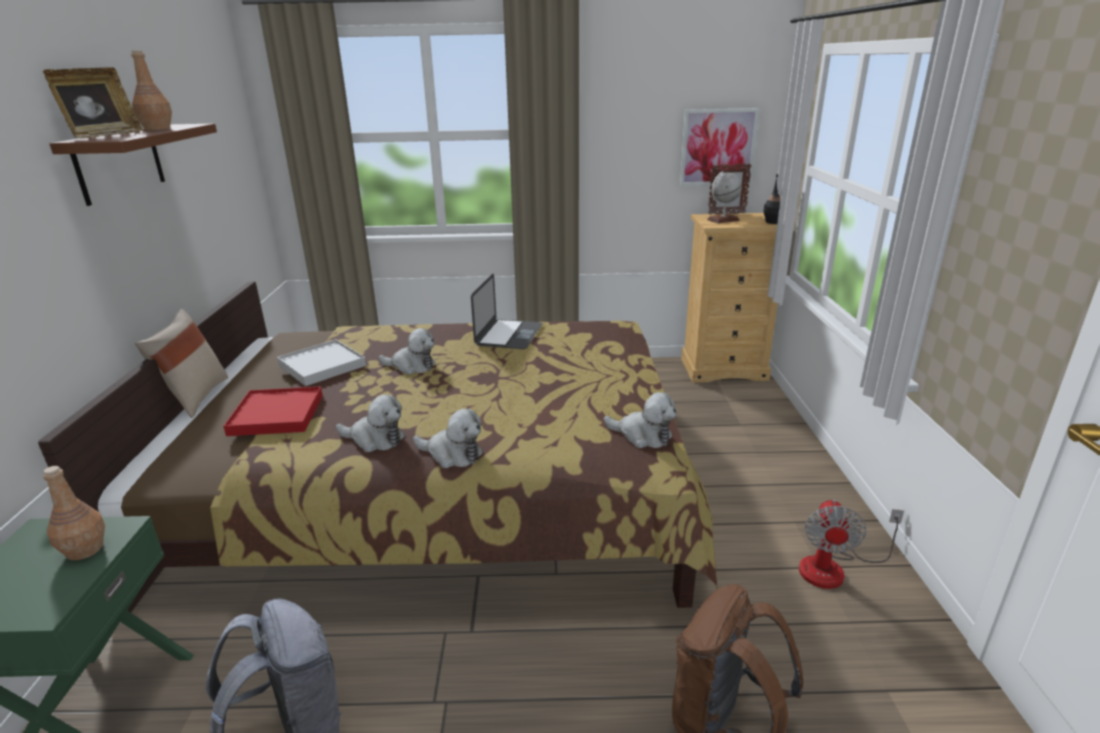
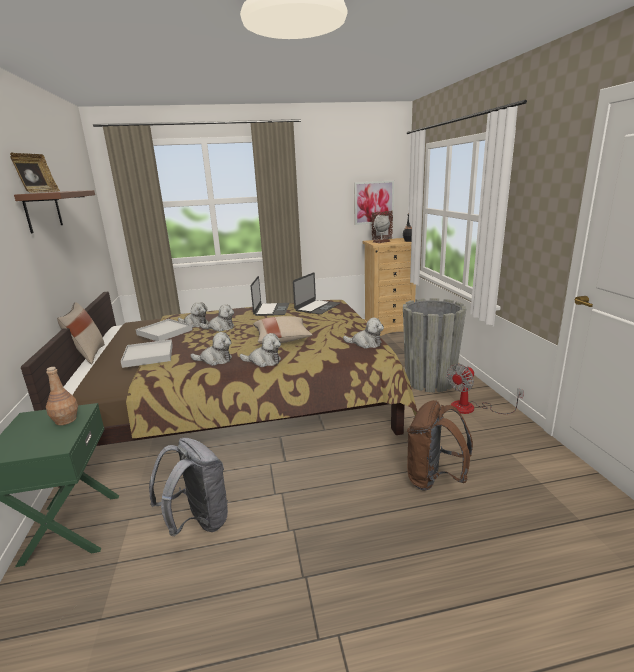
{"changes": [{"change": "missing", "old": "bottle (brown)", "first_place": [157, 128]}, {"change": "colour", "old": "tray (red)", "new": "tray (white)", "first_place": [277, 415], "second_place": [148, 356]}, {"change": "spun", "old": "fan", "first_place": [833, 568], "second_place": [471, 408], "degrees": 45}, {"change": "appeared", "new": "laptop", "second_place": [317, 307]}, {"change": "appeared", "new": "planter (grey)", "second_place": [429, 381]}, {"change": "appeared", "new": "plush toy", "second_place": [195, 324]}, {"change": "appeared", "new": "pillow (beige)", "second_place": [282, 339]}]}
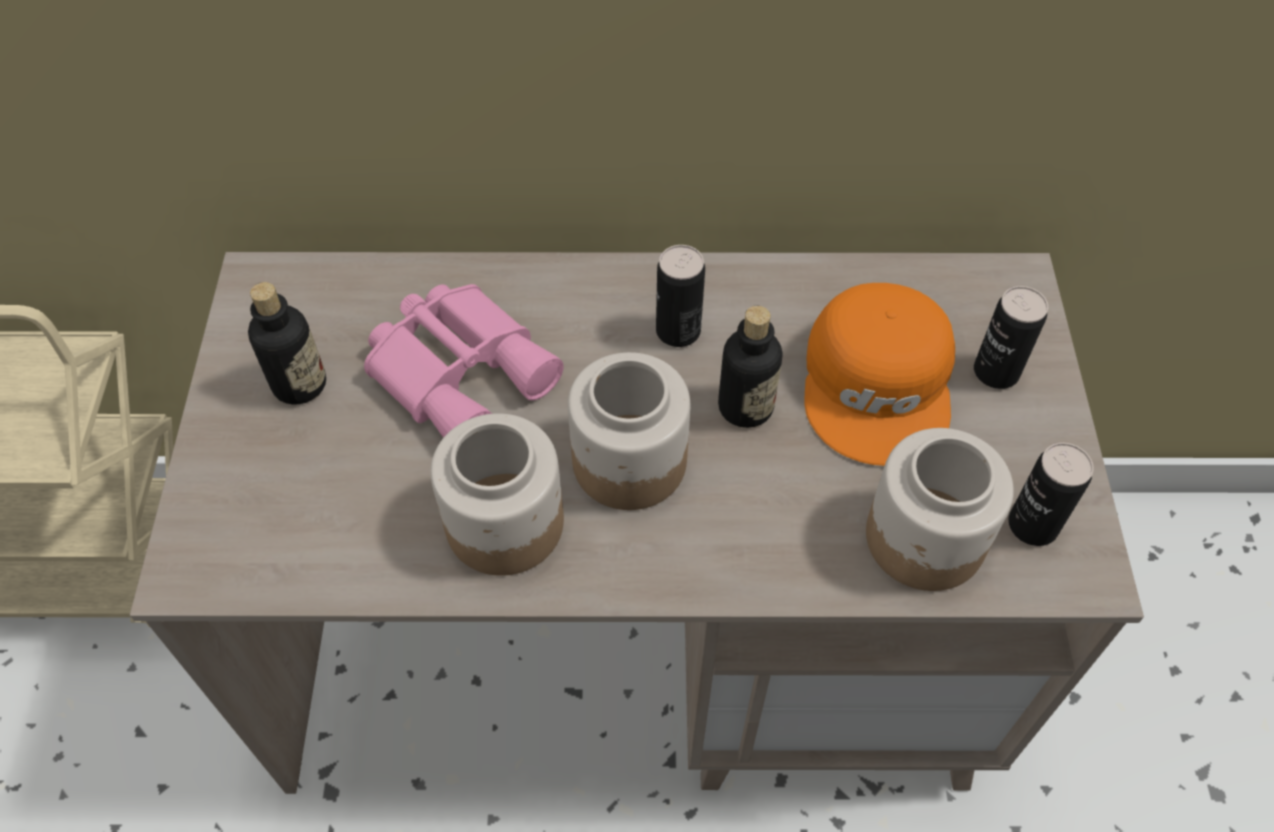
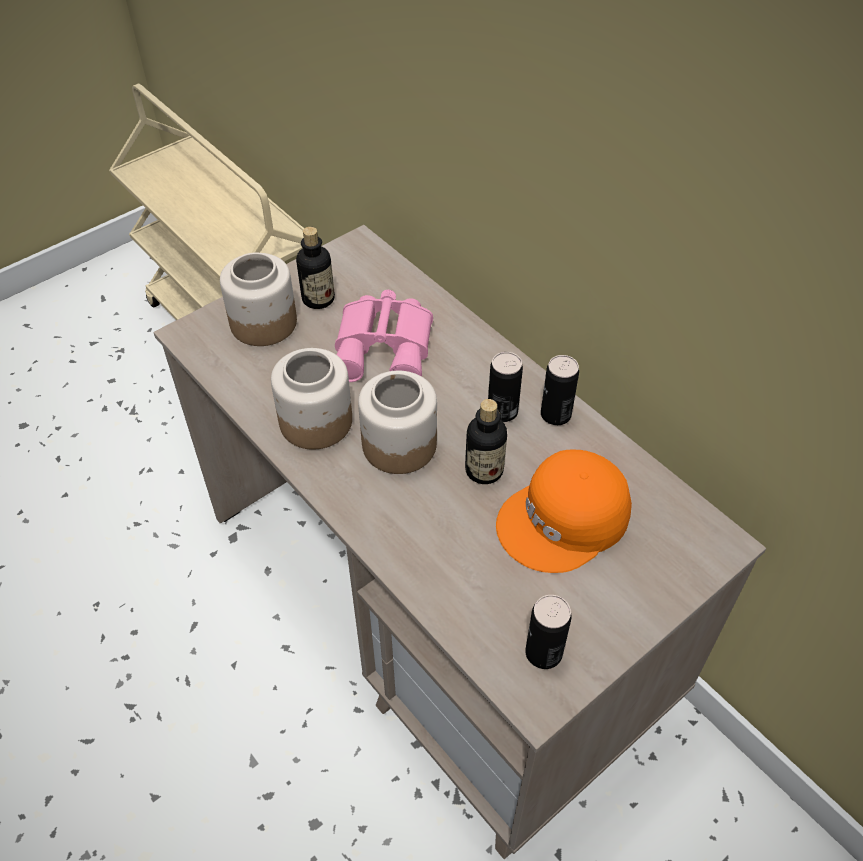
{"changes": [{"change": "relocated", "old": "can", "first_place": [996, 372], "second_place": [555, 414]}, {"change": "relocated", "old": "jar", "first_place": [925, 539], "second_place": [263, 323]}]}
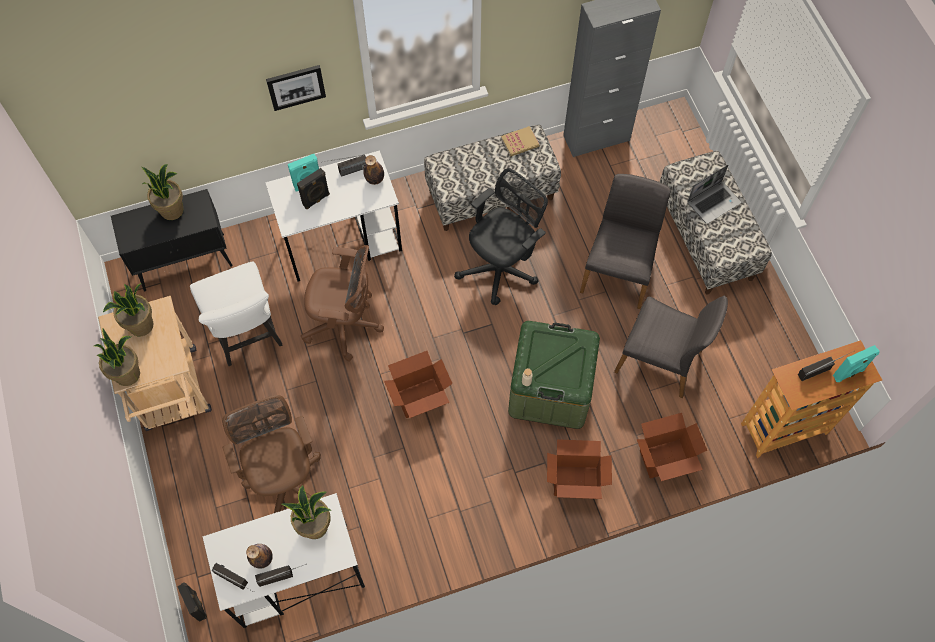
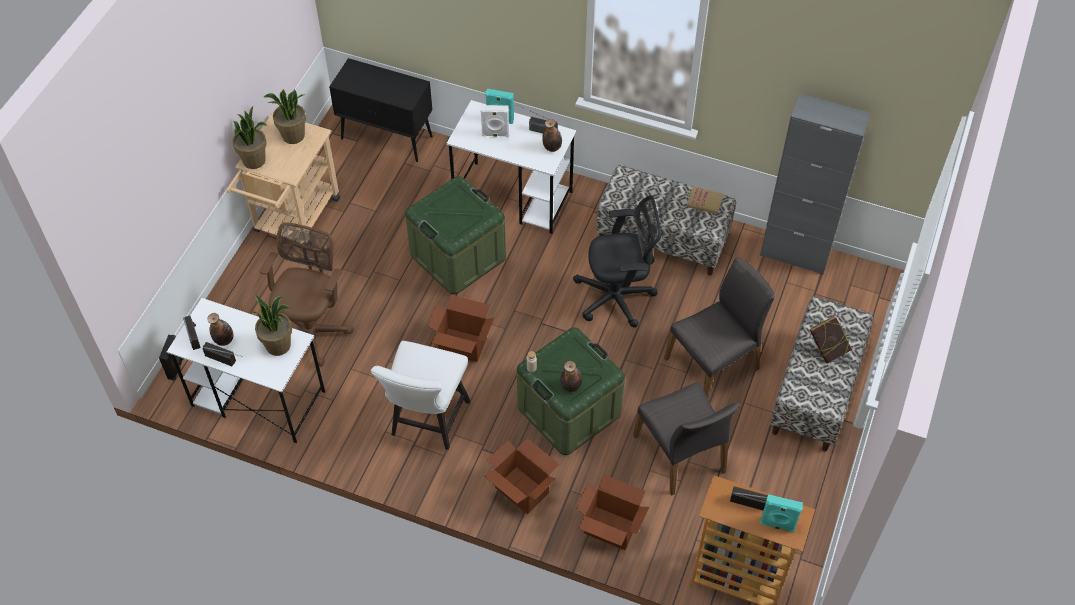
{"changes": [{"change": "missing", "old": "picture", "first_place": [296, 86]}, {"change": "missing", "old": "potted plant", "first_place": [172, 210]}, {"change": "exchanged", "old": "laptop", "new": "book", "first_place": [713, 202], "second_place": [827, 350]}, {"change": "colour", "old": "speaker (black)", "new": "speaker (white)", "first_place": [316, 200], "second_place": [495, 134]}, {"change": "exchanged", "old": "office chair (brown)", "new": "storage box (green)", "first_place": [345, 325], "second_place": [458, 256]}, {"change": "relocated", "old": "chair (white)", "first_place": [248, 337], "second_place": [427, 423]}, {"change": "appeared", "new": "bottle", "second_place": [571, 386]}]}
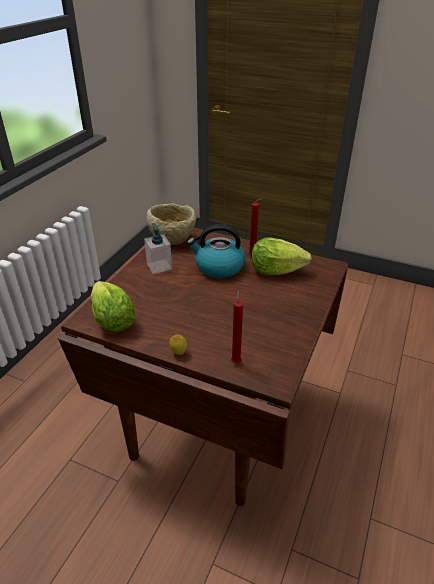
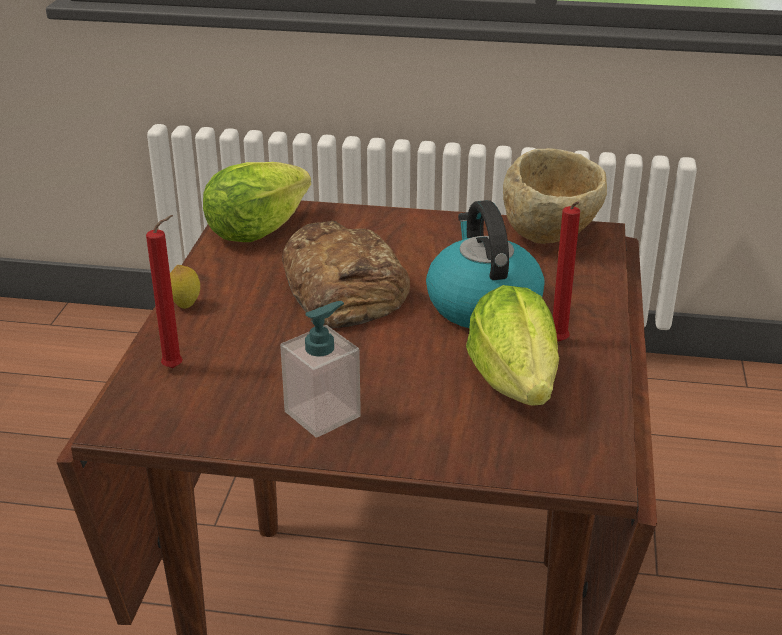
{"changes": [{"change": "relocated", "old": "soap dispenser", "first_place": [159, 266], "second_place": [323, 414]}, {"change": "appeared", "new": "bread", "second_place": [343, 289]}]}
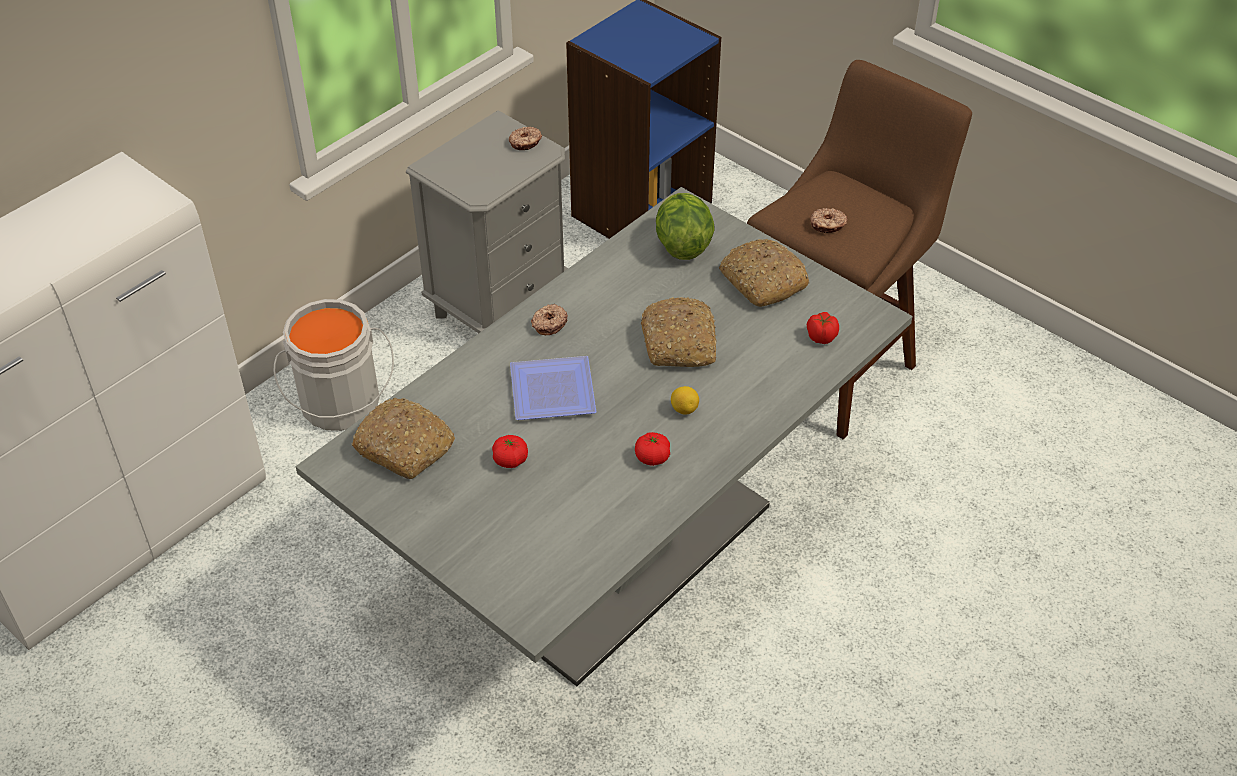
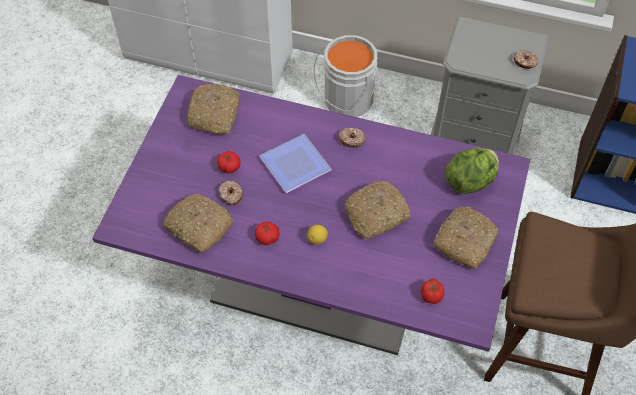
{"changes": [{"change": "colour", "old": "dining table (grey)", "new": "dining table (purple)", "first_place": [618, 549], "second_place": [317, 283]}, {"change": "relocated", "old": "donut", "first_place": [827, 225], "second_place": [231, 195]}, {"change": "appeared", "new": "bread", "second_place": [198, 227]}]}
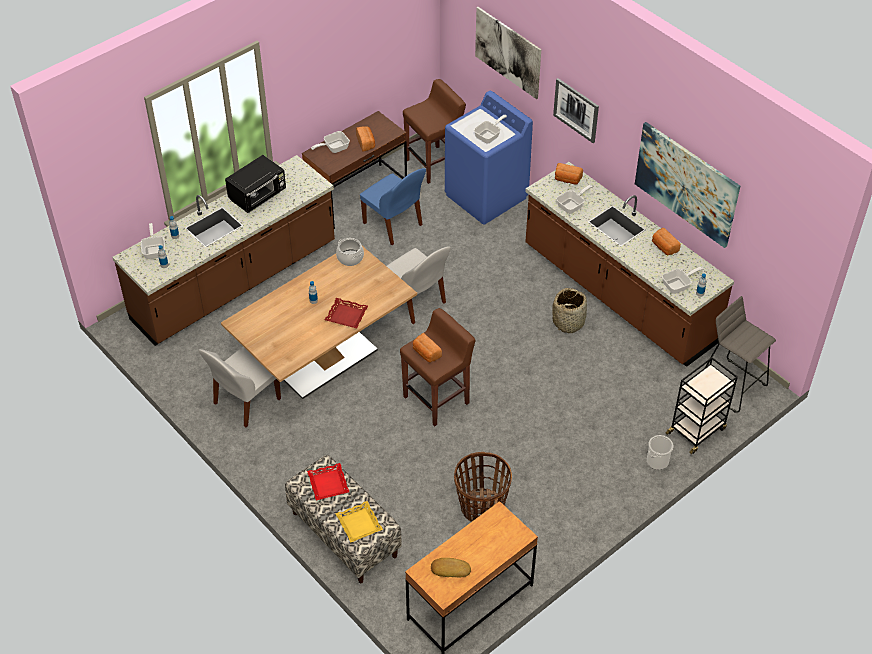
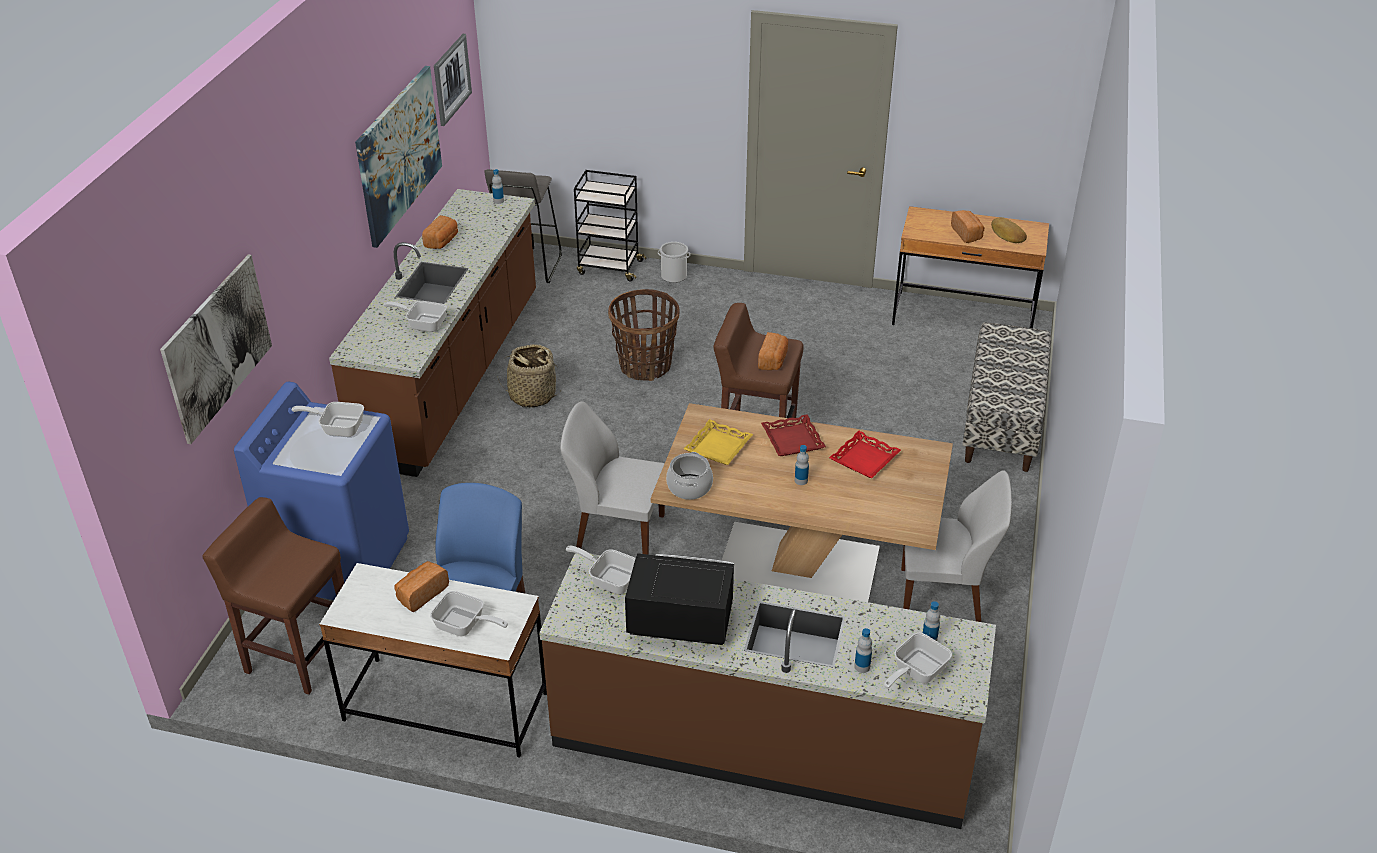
{"changes": [{"change": "relocated", "old": "picture", "first_place": [576, 110], "second_place": [451, 79]}, {"change": "colour", "old": "desk (brown)", "new": "desk (white)", "first_place": [357, 196], "second_place": [445, 707]}, {"change": "relocated", "old": "bread", "first_place": [567, 179], "second_place": [967, 234]}, {"change": "spun", "old": "chair (white)", "first_place": [415, 302], "second_place": [617, 531], "degrees": -90}, {"change": "relocated", "old": "frying pan", "first_place": [678, 285], "second_place": [610, 579]}, {"change": "relocated", "old": "basket", "first_place": [481, 507], "second_place": [645, 366]}, {"change": "relocated", "old": "tray (red)", "first_place": [328, 484], "second_place": [865, 459]}, {"change": "relocated", "old": "tray (yellow)", "first_place": [359, 524], "second_place": [718, 446]}]}
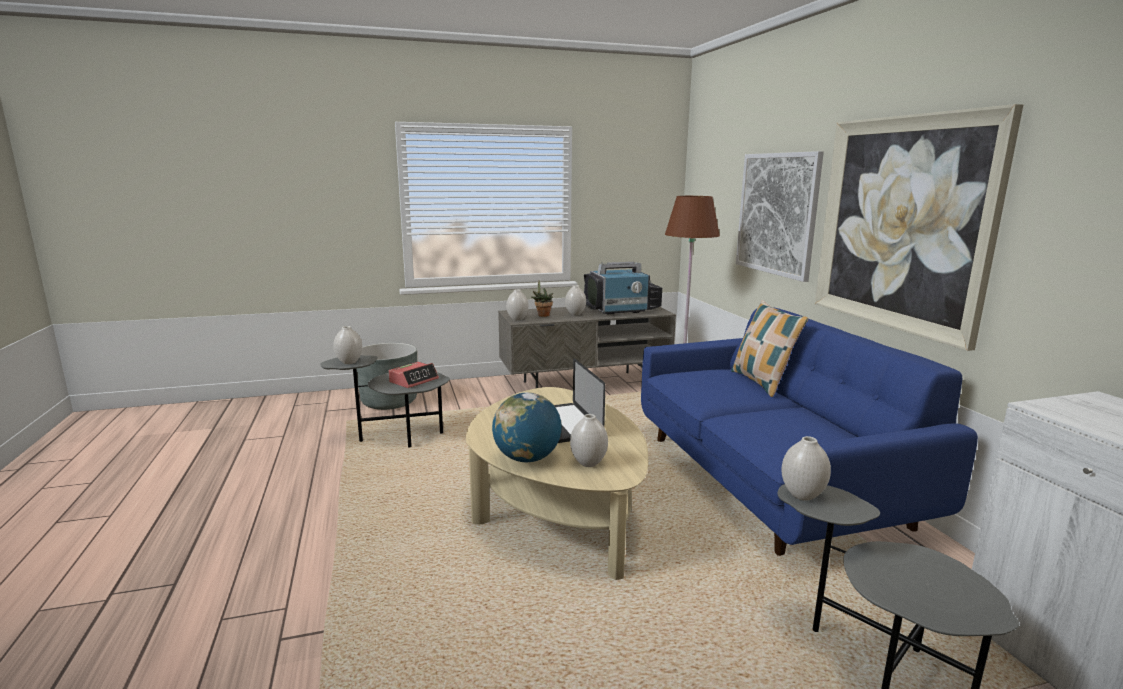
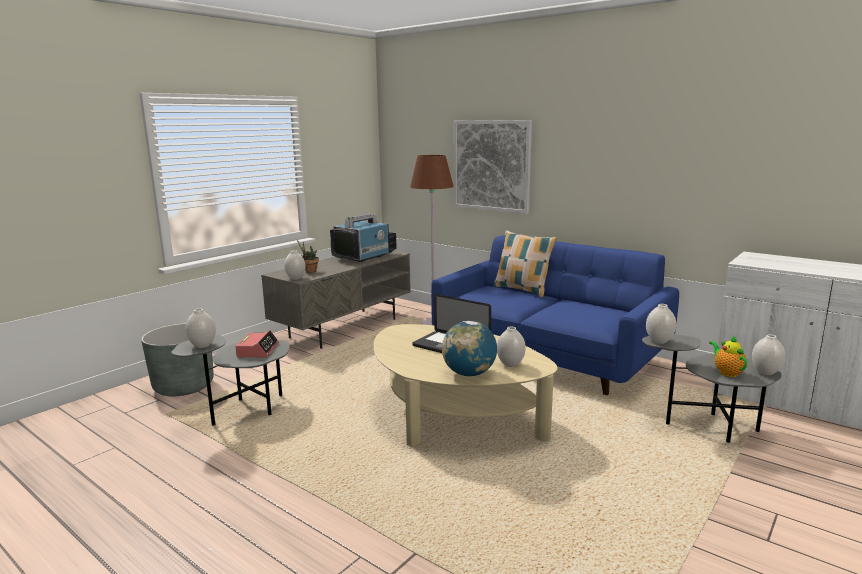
{"changes": [{"change": "missing", "old": "picture", "first_place": [902, 223]}, {"change": "relocated", "old": "vase (white)", "first_place": [575, 314], "second_place": [765, 372]}, {"change": "appeared", "new": "teapot", "second_place": [727, 372]}]}
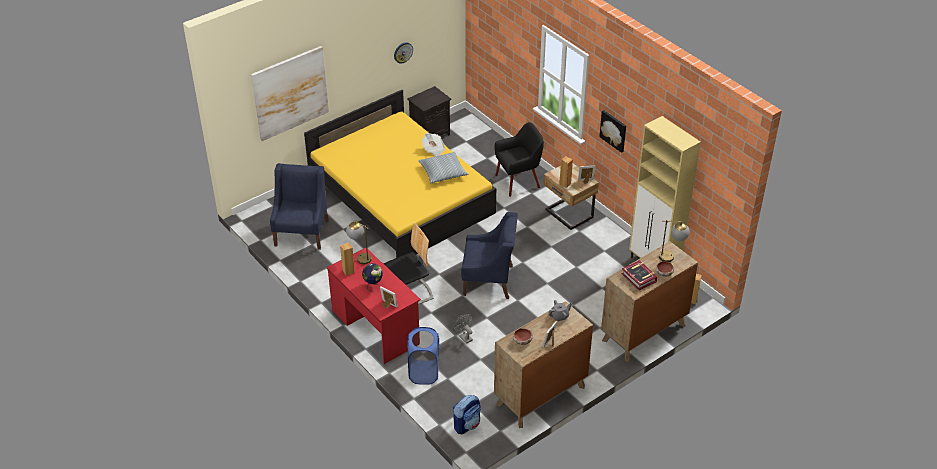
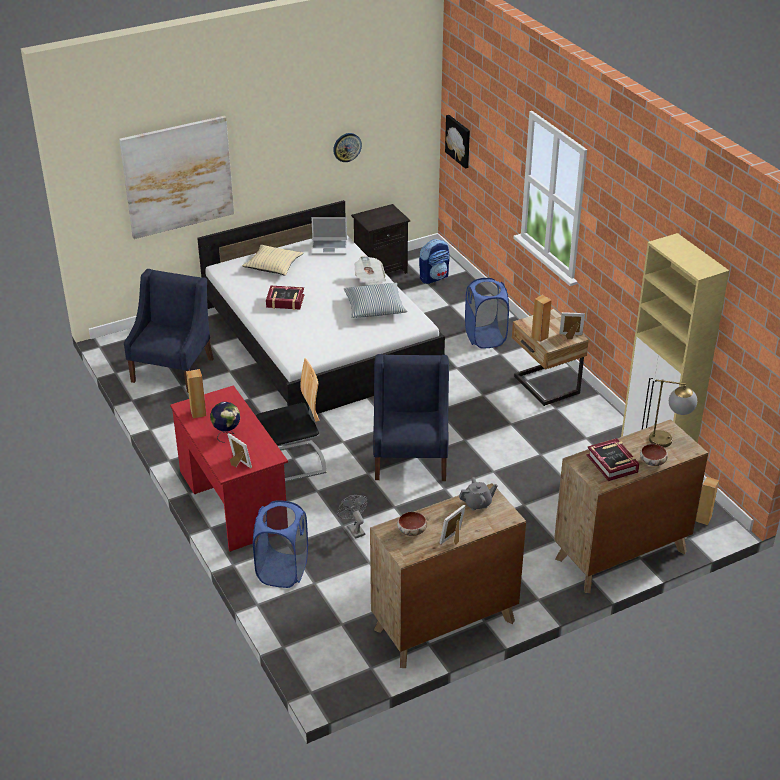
{"changes": [{"change": "colour", "old": "bed (yellow)", "new": "bed (white)", "first_place": [400, 196], "second_place": [319, 339]}, {"change": "relocated", "old": "picture", "first_place": [614, 130], "second_place": [459, 141]}, {"change": "exchanged", "old": "armchair (black)", "new": "laundry basket (blue)", "first_place": [518, 181], "second_place": [485, 337]}, {"change": "spun", "old": "armchair (blue)", "first_place": [489, 280], "second_place": [411, 458], "degrees": -105}, {"change": "missing", "old": "table lamp", "first_place": [360, 257]}, {"change": "relocated", "old": "backpack", "first_place": [467, 424], "second_place": [434, 277]}, {"change": "appeared", "new": "laptop", "second_place": [329, 248]}, {"change": "appeared", "new": "pillow (beige)", "second_place": [273, 265]}, {"change": "appeared", "new": "book", "second_place": [285, 301]}]}
